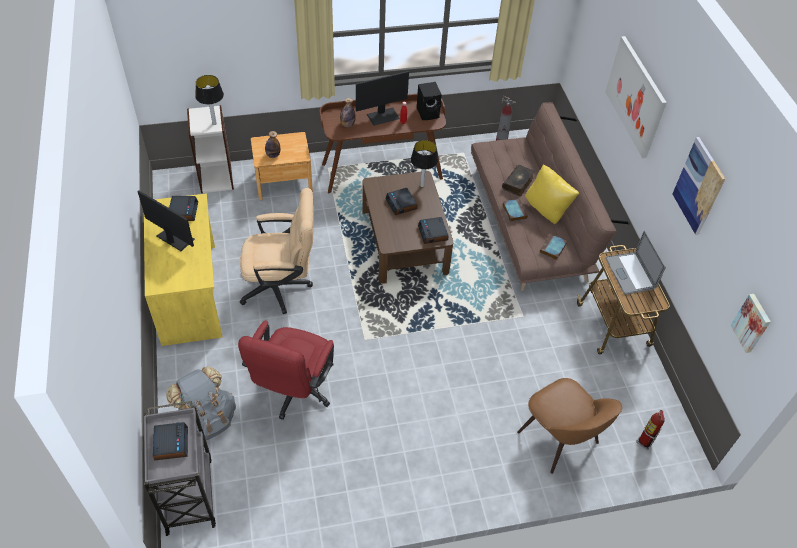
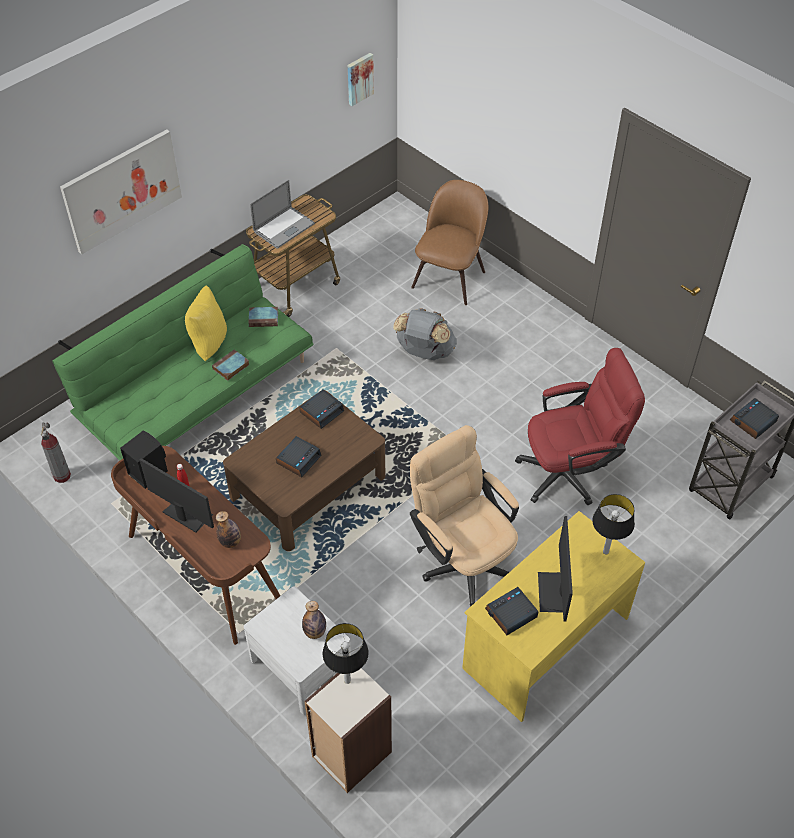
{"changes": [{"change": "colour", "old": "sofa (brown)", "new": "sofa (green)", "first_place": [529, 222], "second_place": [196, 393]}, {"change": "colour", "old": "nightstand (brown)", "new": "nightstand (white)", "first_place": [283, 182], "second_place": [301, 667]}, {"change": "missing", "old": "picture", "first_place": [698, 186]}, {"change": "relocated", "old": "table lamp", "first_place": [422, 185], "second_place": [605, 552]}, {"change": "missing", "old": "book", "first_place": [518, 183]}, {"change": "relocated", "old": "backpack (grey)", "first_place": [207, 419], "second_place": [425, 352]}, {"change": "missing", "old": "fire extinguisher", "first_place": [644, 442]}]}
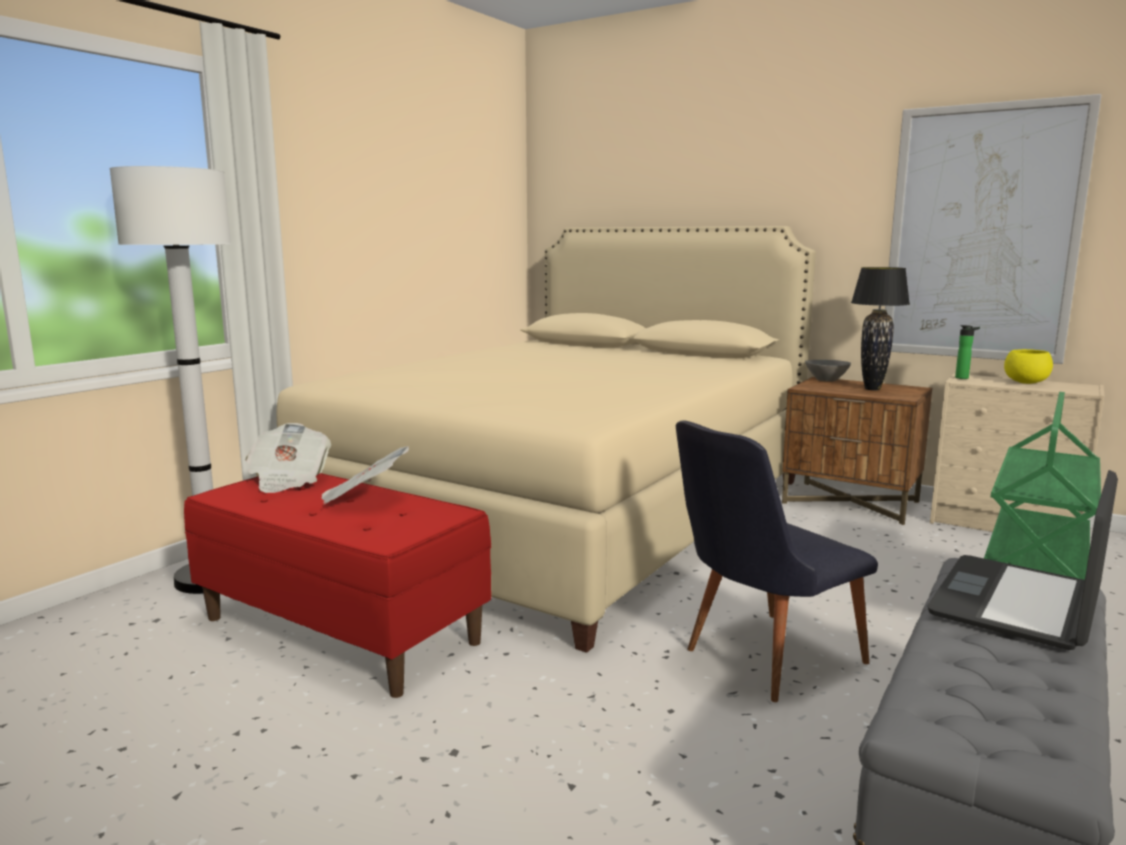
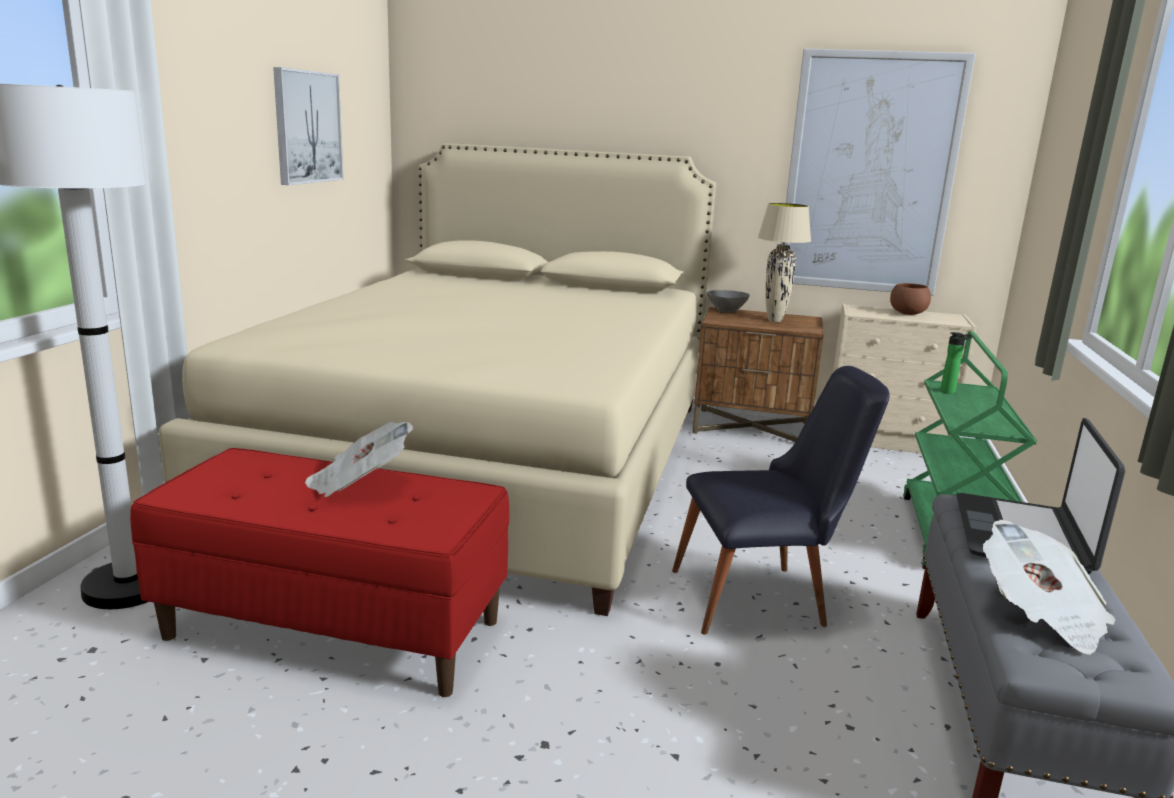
{"changes": [{"change": "colour", "old": "table lamp (black)", "new": "table lamp (beige)", "first_place": [871, 389], "second_place": [774, 320]}, {"change": "relocated", "old": "bottle", "first_place": [964, 378], "second_place": [950, 392]}, {"change": "colour", "old": "bowl (yellow)", "new": "bowl (brown)", "first_place": [1026, 383], "second_place": [907, 314]}, {"change": "spun", "old": "chair (black)", "first_place": [760, 659], "second_place": [763, 599], "degrees": -135}, {"change": "relocated", "old": "newspaper", "first_place": [288, 480], "second_place": [1041, 615]}, {"change": "appeared", "new": "picture", "second_place": [307, 127]}]}
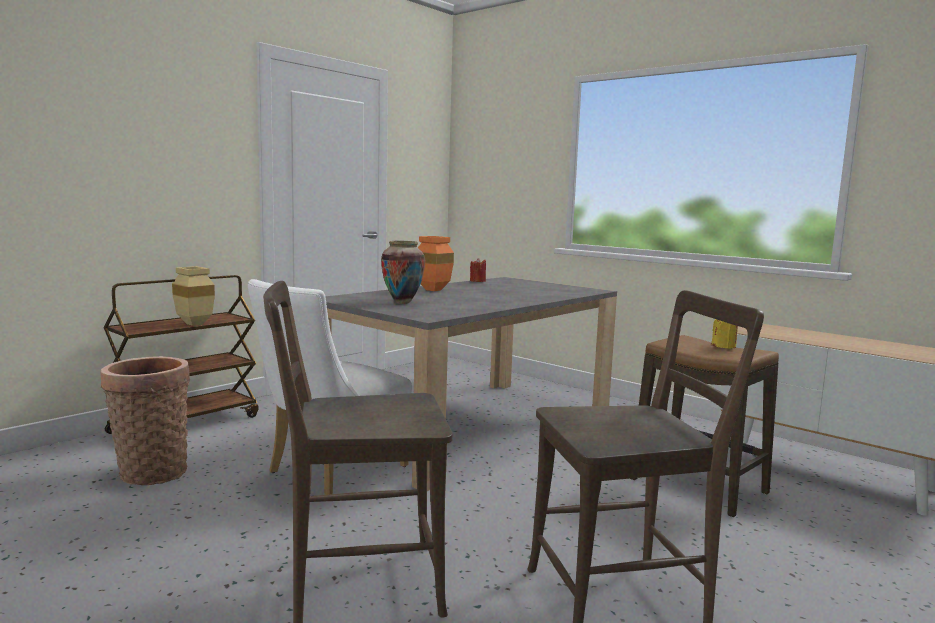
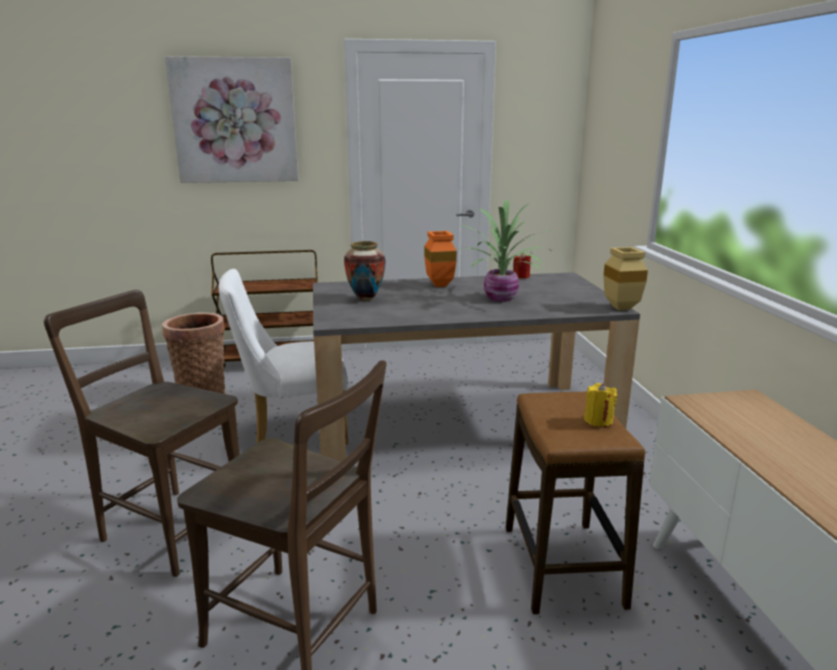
{"changes": [{"change": "relocated", "old": "vase (beige)", "first_place": [192, 324], "second_place": [619, 307]}, {"change": "appeared", "new": "picture", "second_place": [235, 121]}, {"change": "appeared", "new": "potted plant", "second_place": [502, 298]}]}
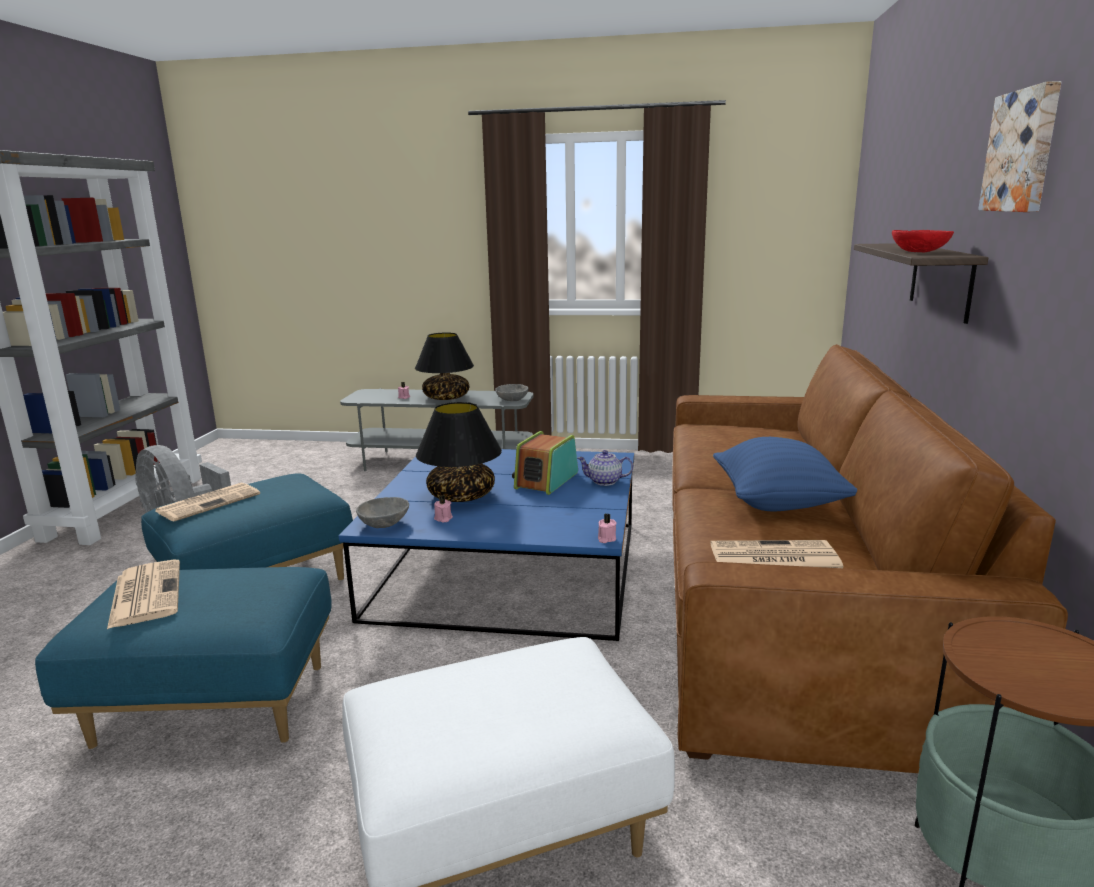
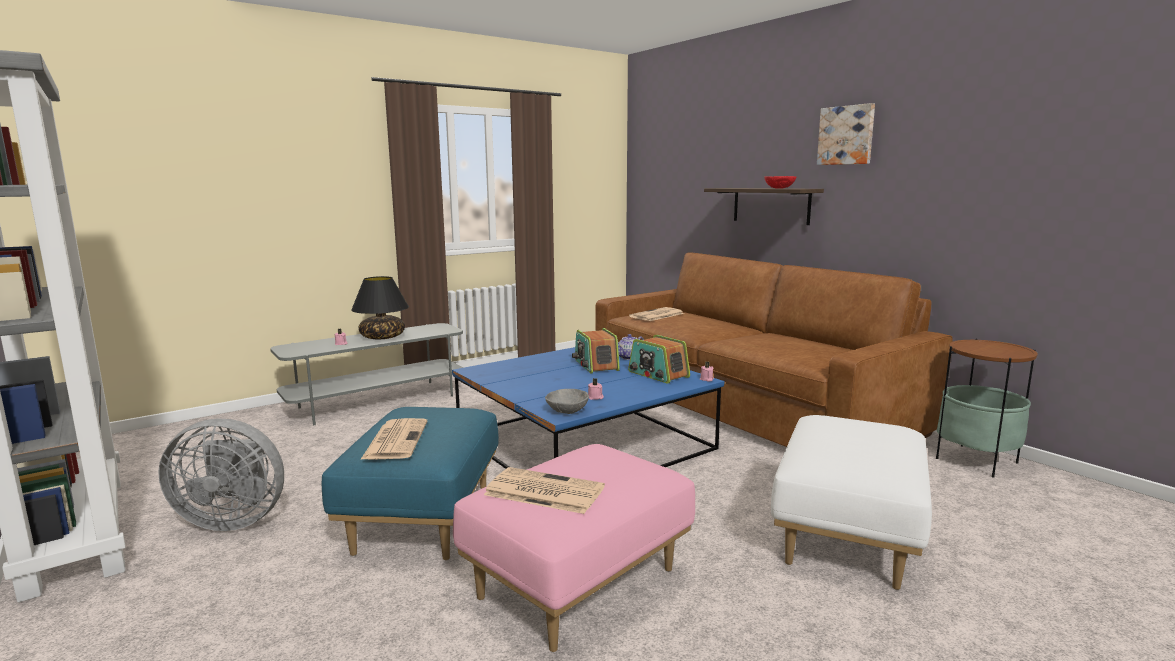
{"changes": [{"change": "missing", "old": "bowl (grey)", "first_place": [512, 400]}, {"change": "missing", "old": "table lamp (black)", "first_place": [461, 495]}, {"change": "missing", "old": "pillow (blue)", "first_place": [778, 503]}, {"change": "relocated", "old": "newspaper", "first_place": [773, 559], "second_place": [656, 315]}, {"change": "colour", "old": "ottoman (blue)", "new": "ottoman (pink)", "first_place": [211, 706], "second_place": [578, 585]}, {"change": "appeared", "new": "radio", "second_place": [658, 374]}]}
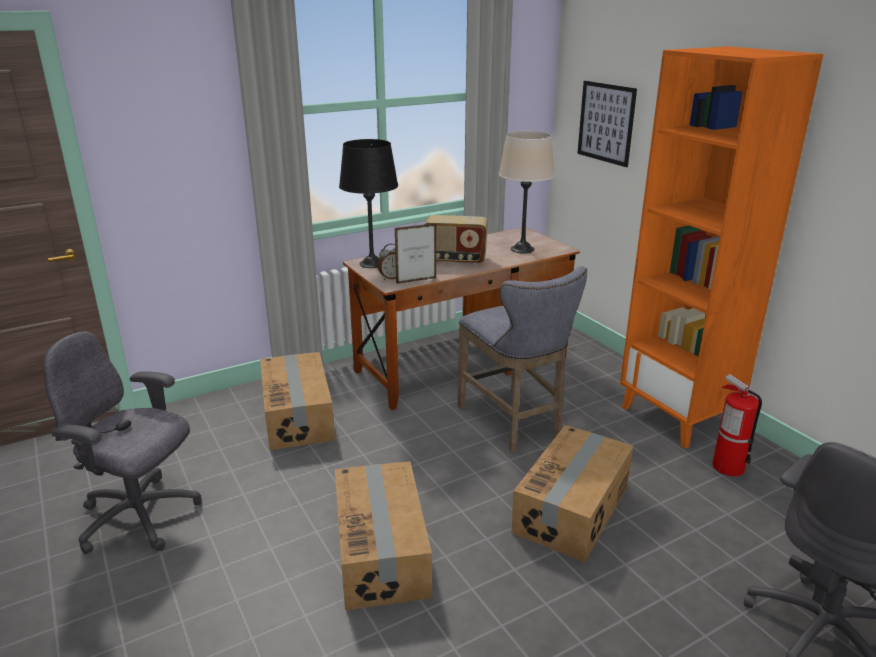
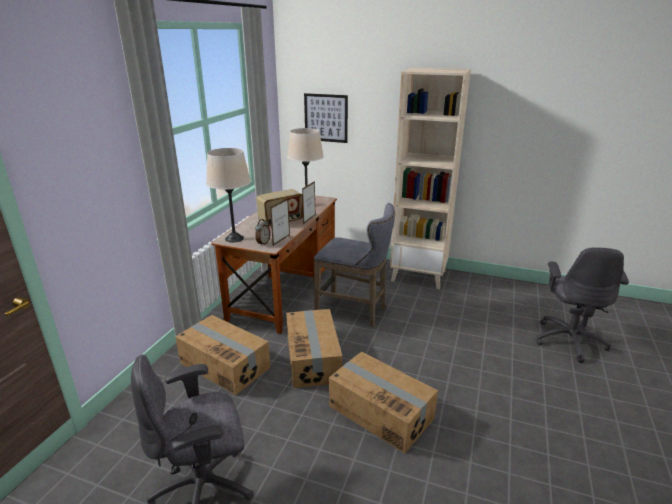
{"changes": [{"change": "colour", "old": "bookcase (orange)", "new": "bookcase (beige)", "first_place": [678, 417], "second_place": [419, 275]}, {"change": "colour", "old": "table lamp (black)", "new": "table lamp (beige)", "first_place": [372, 263], "second_place": [234, 238]}, {"change": "missing", "old": "fire extinguisher", "first_place": [727, 467]}, {"change": "relocated", "old": "cardboard box", "first_place": [573, 509], "second_place": [313, 359]}, {"change": "appeared", "new": "picture frame", "second_place": [309, 219]}]}
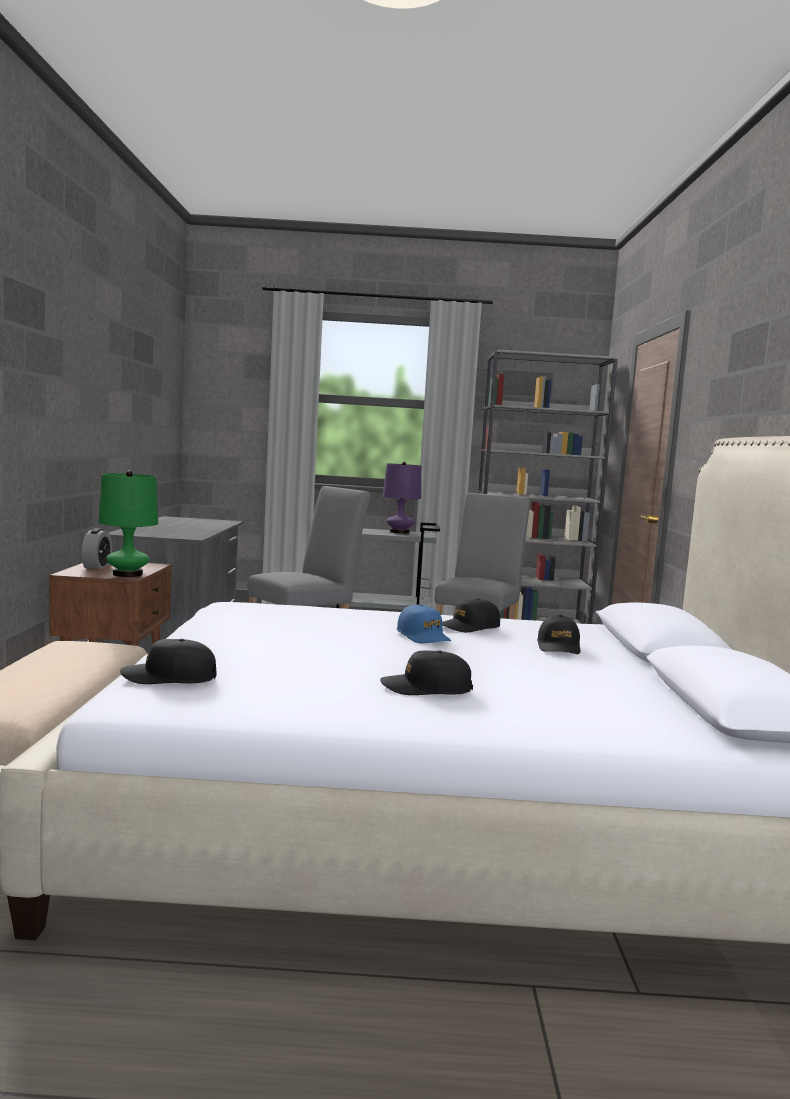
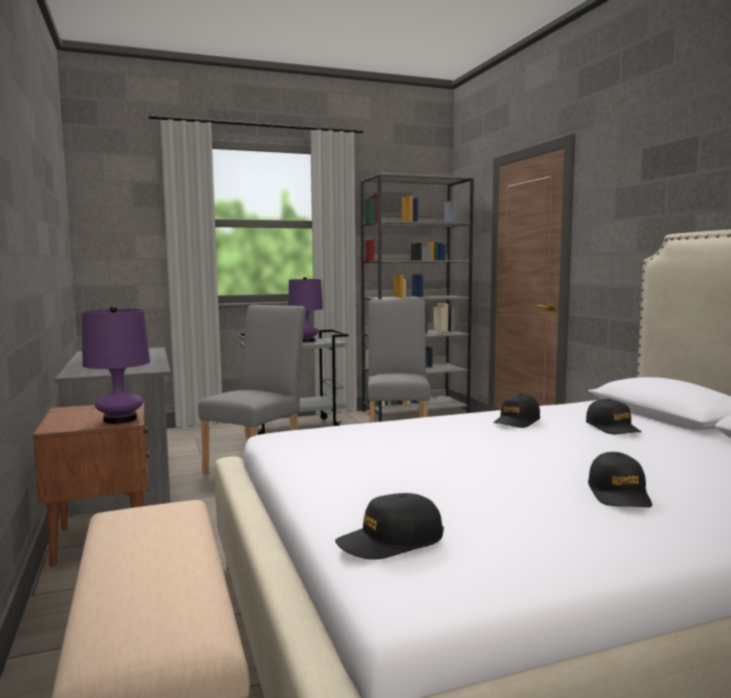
{"changes": [{"change": "colour", "old": "table lamp (green)", "new": "table lamp (purple)", "first_place": [127, 574], "second_place": [120, 419]}, {"change": "missing", "old": "alarm clock", "first_place": [97, 566]}, {"change": "missing", "old": "cap (blue)", "first_place": [423, 636]}, {"change": "spun", "old": "cap (black)", "first_place": [426, 688], "second_place": [619, 494], "degrees": -60}]}
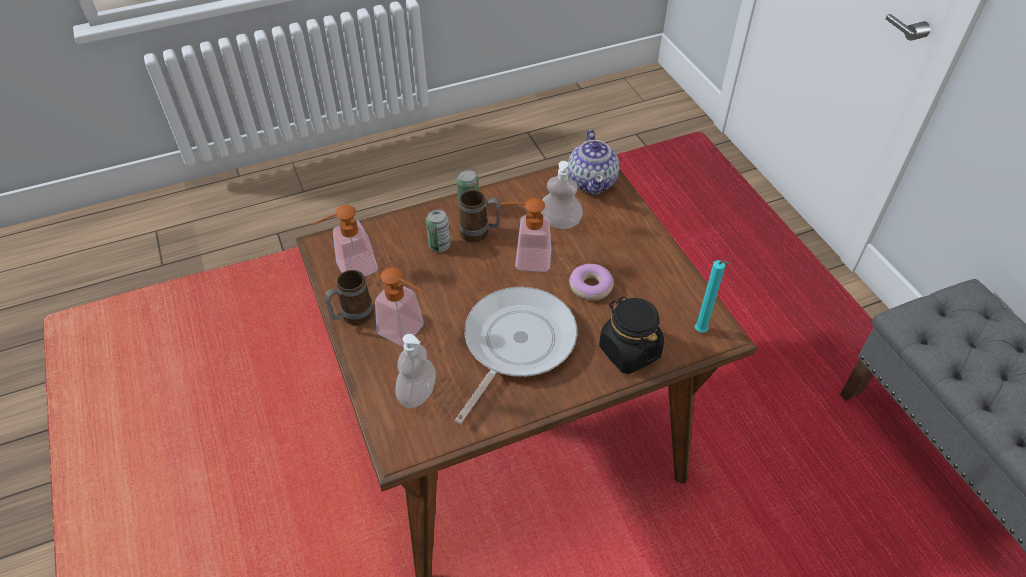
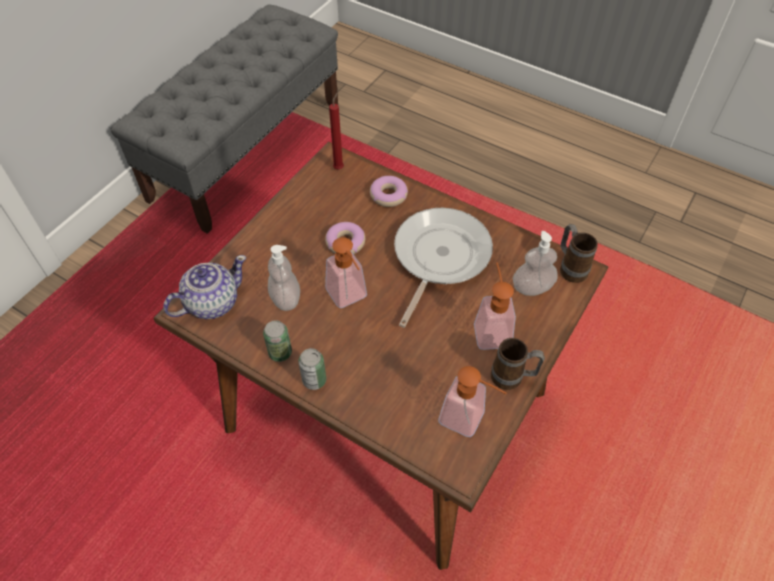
{"changes": [{"change": "relocated", "old": "mug", "first_place": [480, 234], "second_place": [570, 267]}, {"change": "relocated", "old": "can", "first_place": [439, 245], "second_place": [280, 353]}, {"change": "colour", "old": "candle (turquoise)", "new": "candle (red)", "first_place": [702, 332], "second_place": [339, 167]}, {"change": "spun", "old": "frying pan", "first_place": [515, 344], "second_place": [439, 257], "degrees": 120}, {"change": "exchanged", "old": "jar (black)", "new": "donut", "first_place": [629, 351], "second_place": [388, 195]}]}
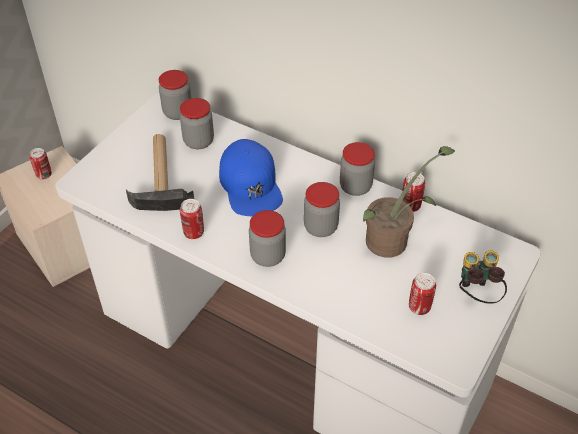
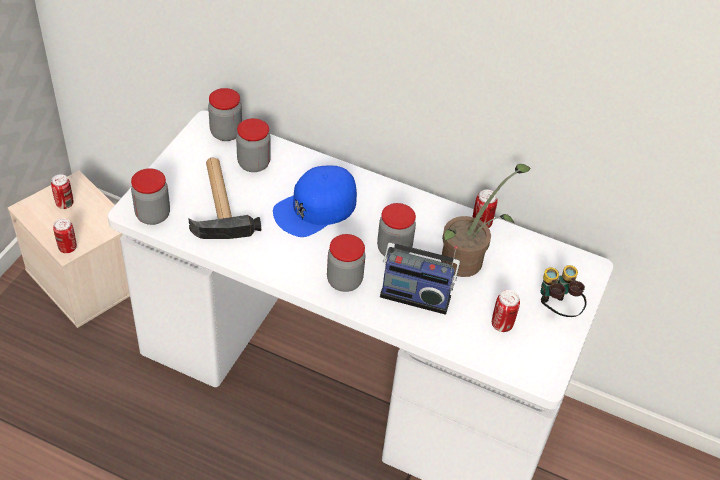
{"changes": [{"change": "spun", "old": "cap (blue)", "first_place": [251, 185], "second_place": [316, 208], "degrees": 75}, {"change": "relocated", "old": "jar", "first_place": [355, 187], "second_place": [153, 215]}, {"change": "relocated", "old": "can", "first_place": [193, 233], "second_place": [67, 247]}, {"change": "appeared", "new": "radio", "second_place": [416, 294]}]}
